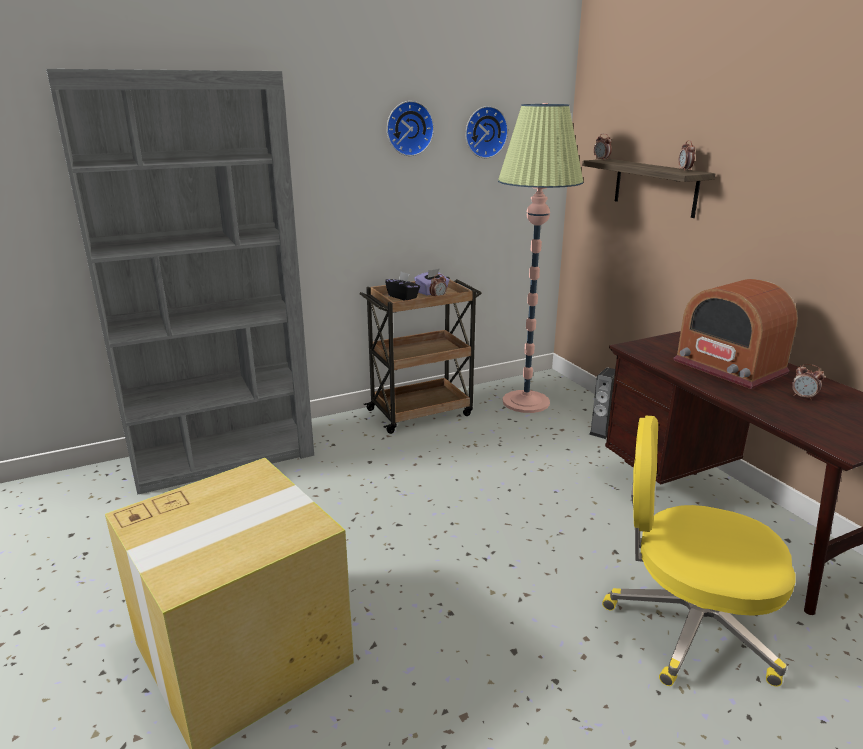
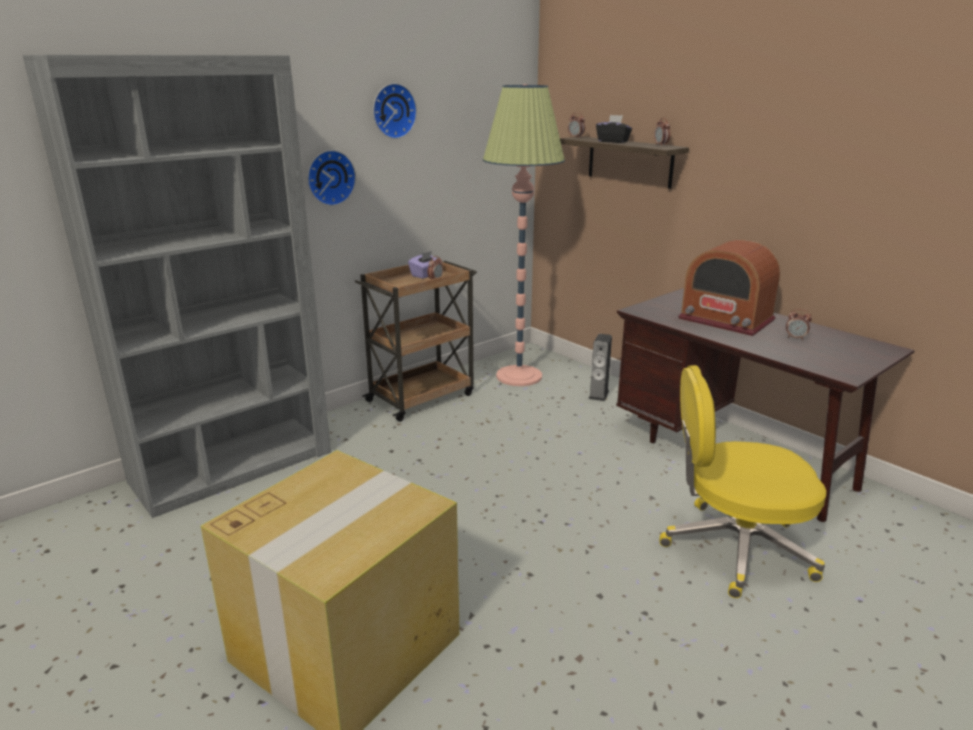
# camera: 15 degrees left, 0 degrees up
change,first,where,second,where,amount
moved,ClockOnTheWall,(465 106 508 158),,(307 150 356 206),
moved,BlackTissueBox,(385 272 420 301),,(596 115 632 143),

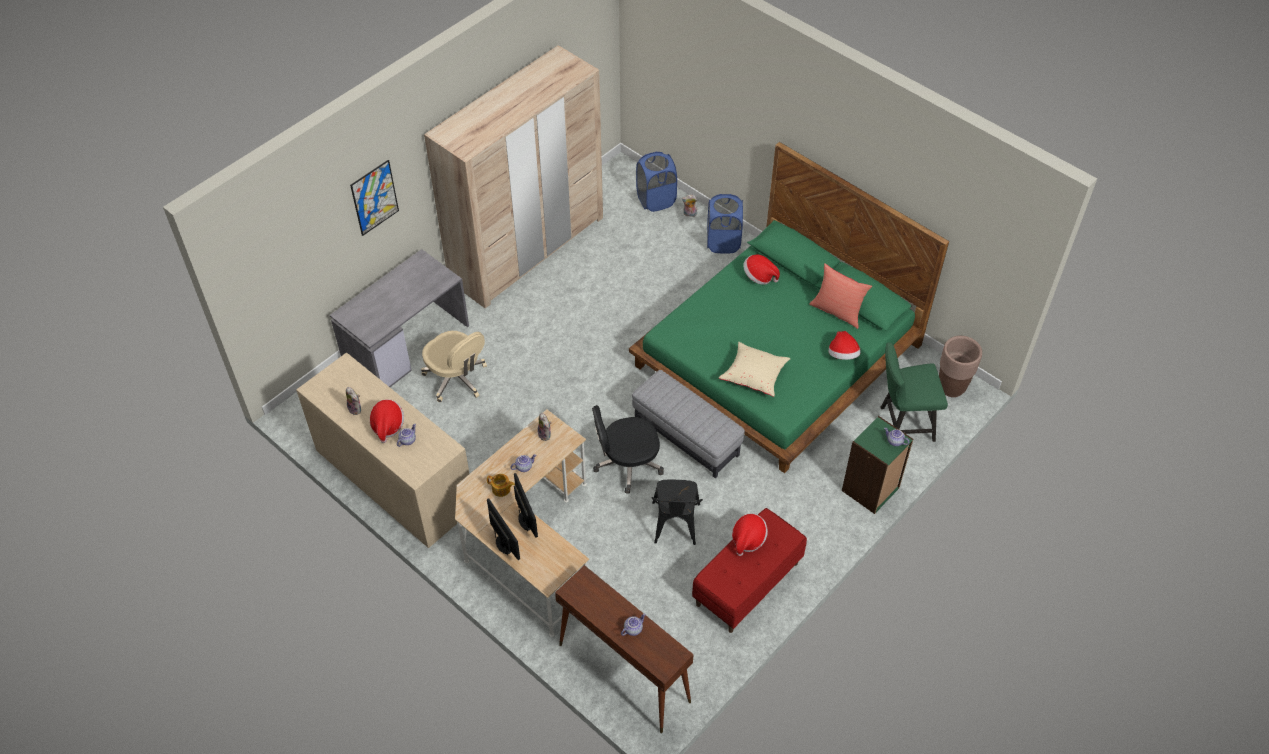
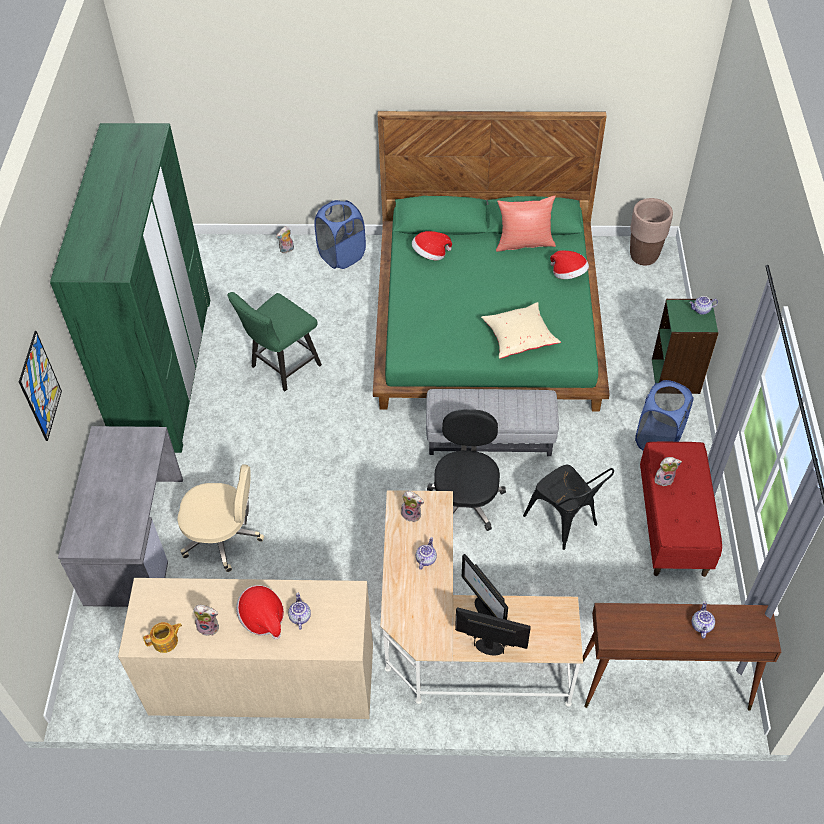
# camera: 40 degrees left, 0 degrees up
change,first,where,second,where,amount
recoloured,BeigeColouredClothesCupboard,(424 45 603 308),GreenColouredClothesCupboard,(50 123 210 453),
moved,BlueHamper,(636 152 677 212),,(635 380 694 450),
moved,GreenColouredChair,(880 342 948 442),,(227 292 322 391),
turned,BlackOfficeChair,(592 405 664 494),,(427 409 506 531),150 degrees clockwise
turned,ComputerScreen,(514 473 538 538),,(462 554 508 620),150 degrees counterclockwise
moved,Teapot,(487 474 515 497),,(143 622 182 653),
replaced,WearableHat,(732 514 768 556),SoftToy,(654 457 682 487),

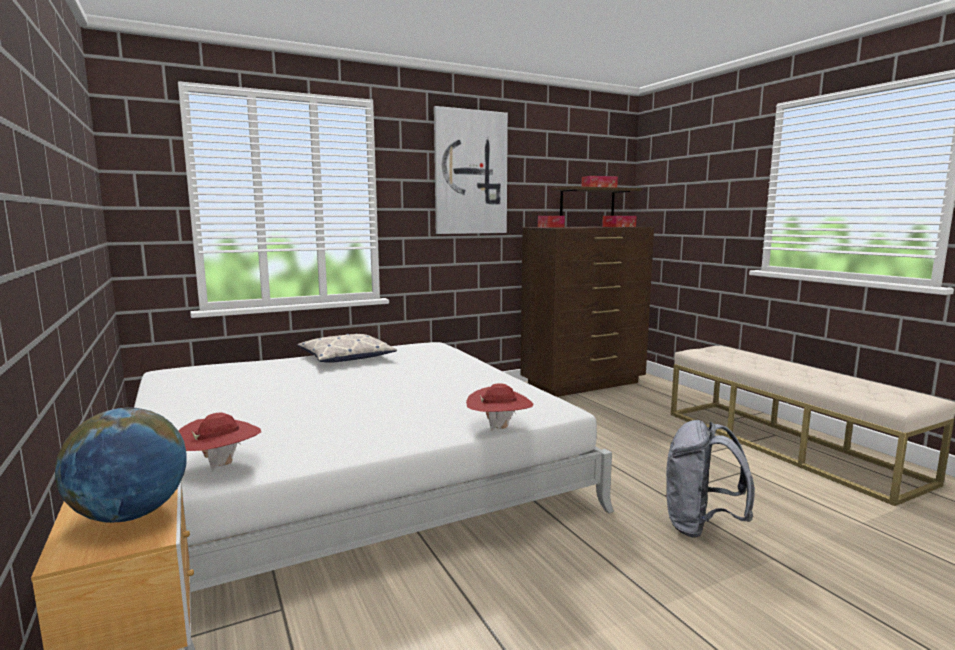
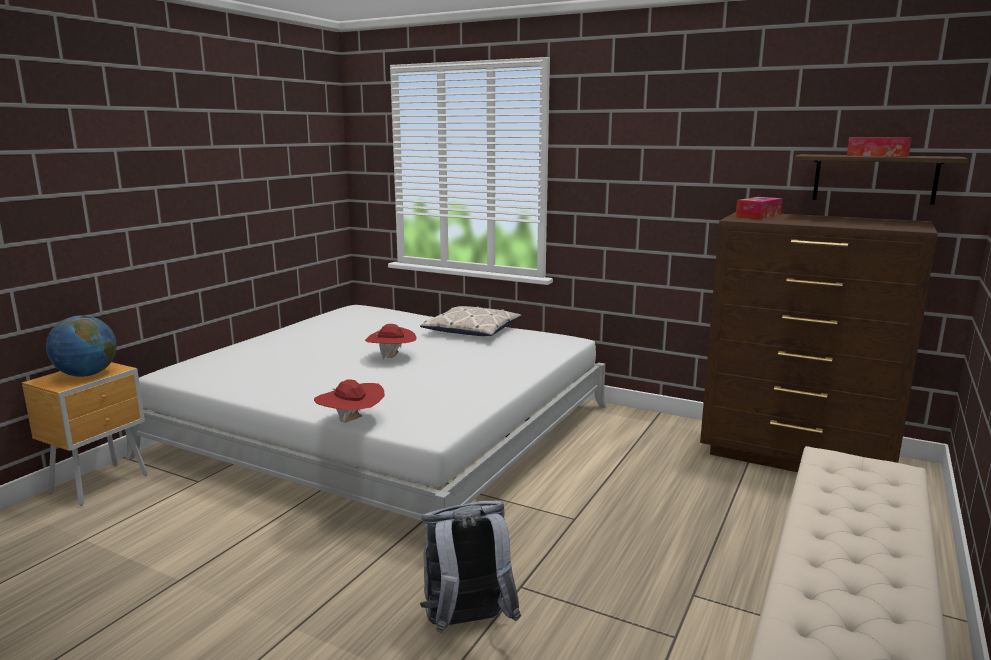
# camera: 55 degrees right, 5 degrees up
change,first,where,second,where,amount
removed,WallPicture,(434 106 508 234),,,
removed,TissueBox,(602 216 637 227),,,
moved,RedColouredWearableHat,(179 413 261 471),,(365 324 417 359),

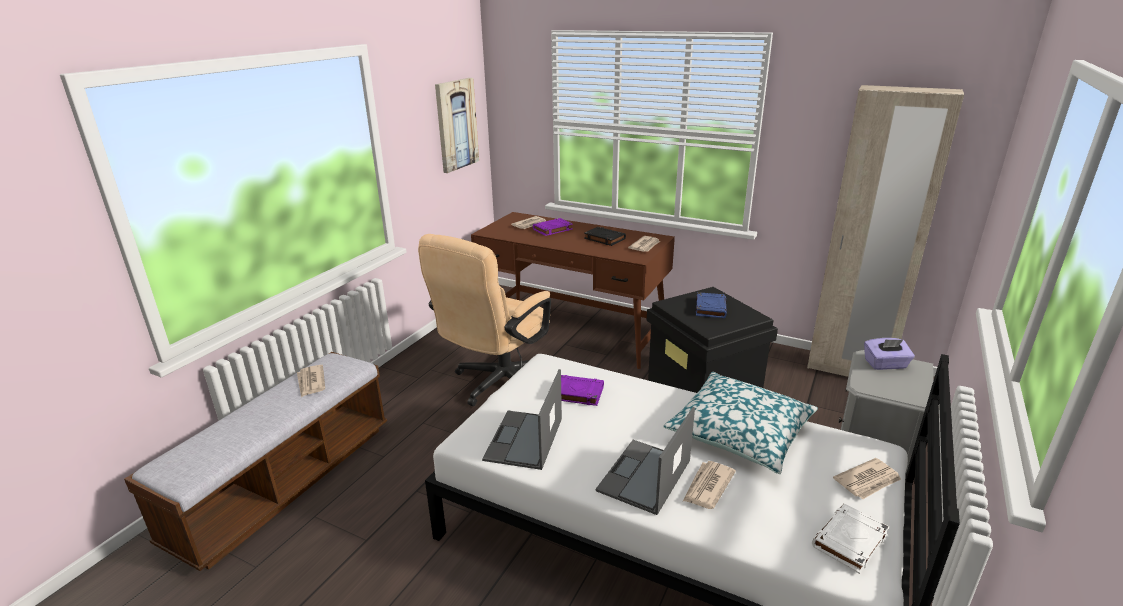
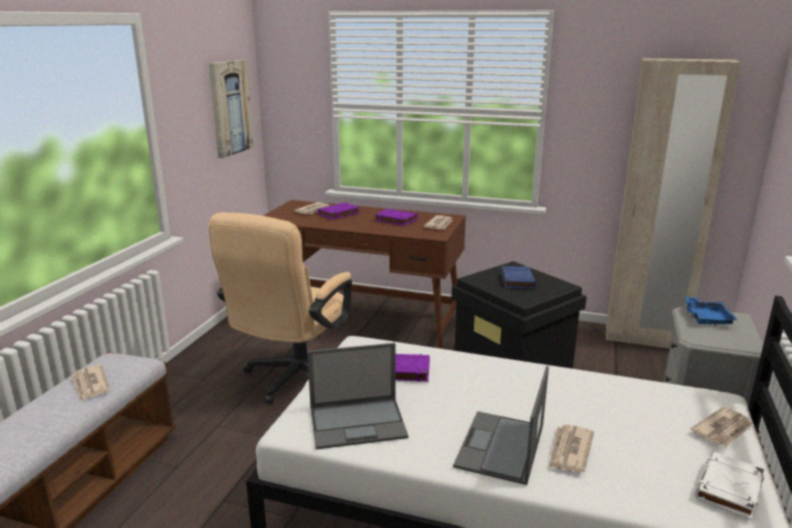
# camera: 10 degrees left, 5 degrees down
change,first,where,second,where,amount
recoloured,BlackBoundBook,(584 227 626 246),PurplishBoundBook,(374 209 418 226),
replaced,PurplishTissueBox,(864 338 915 370),BlueServingTray,(685 297 737 326),
turned,PortableComputer,(482 369 562 470),,(307 343 408 450),105 degrees counterclockwise
removed,Cushion,(663 372 818 474),,,

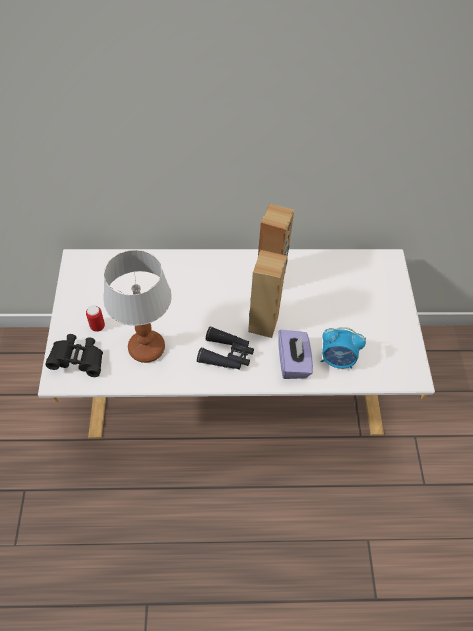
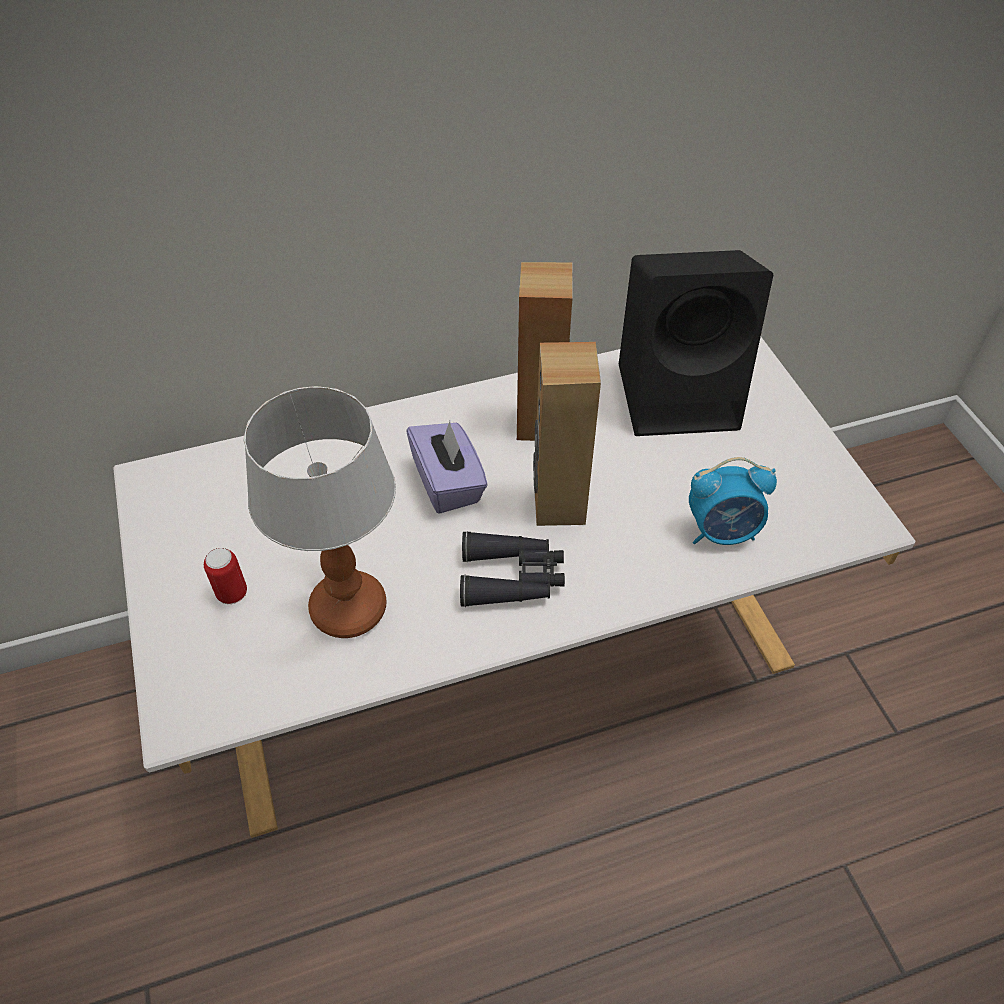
# camera: 15 degrees left, 5 degrees down
change,first,where,second,where,amount
moved,PurplishTissueBox,(278 329 313 379),,(406 421 488 514),
removed,BlackBinoculars,(45 334 103 377),,,
added,,,BlackLoudspeaker,(619 250 773 436),

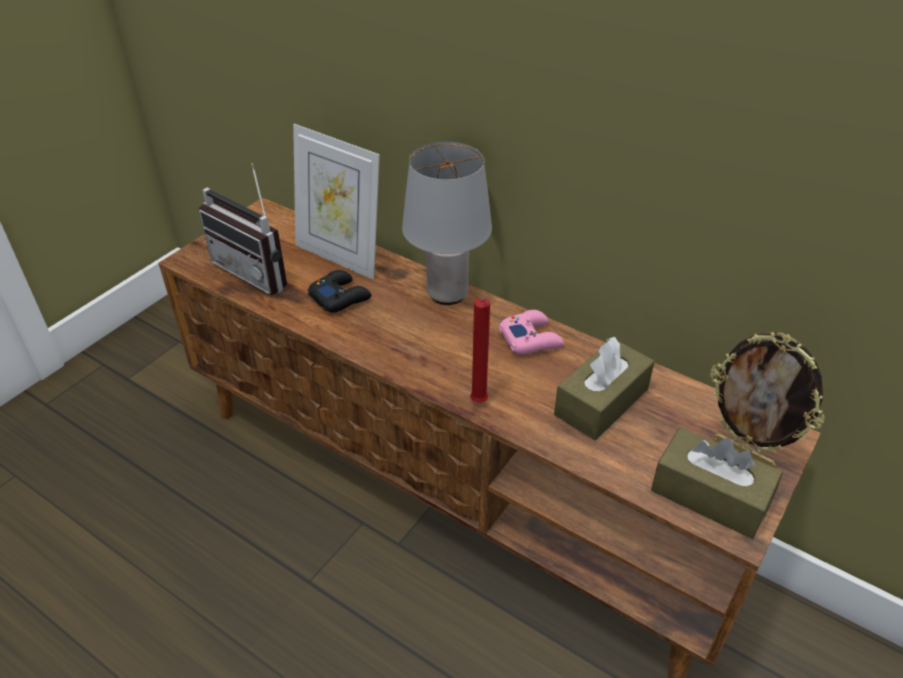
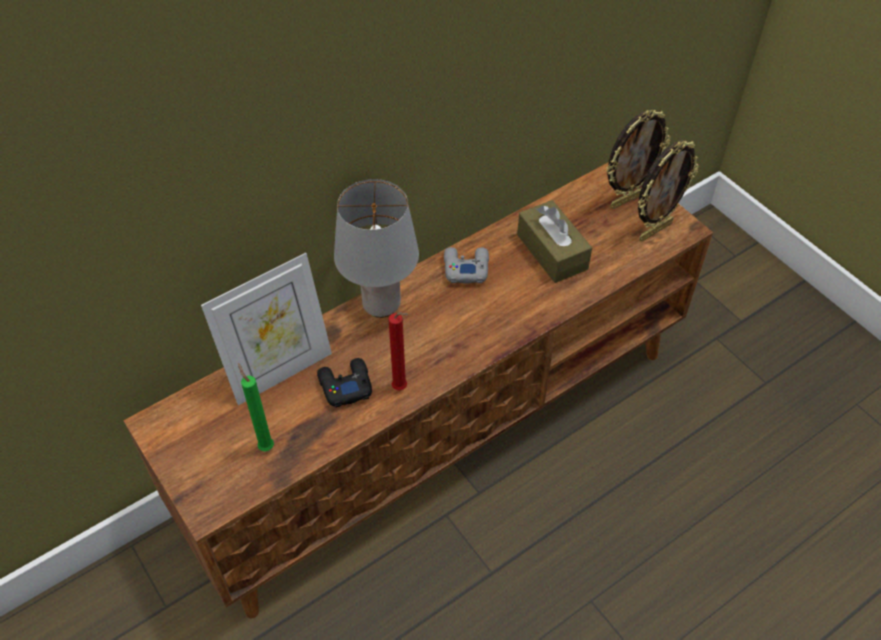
# camera: 70 degrees left, 10 degrees up
change,first,where,second,where,amount
replaced,Radio,(199 163 287 295),GreenColouredCandle,(238 363 274 451),
moved,RedColouredCandle,(470 298 490 403),,(389 312 408 390),
recoloured,PinkColouredGameController,(499 310 564 355),GrayGameController,(444 247 489 284),
replaced,BrownTissueBox,(651 427 783 539),StandingFrame,(638 140 699 241),

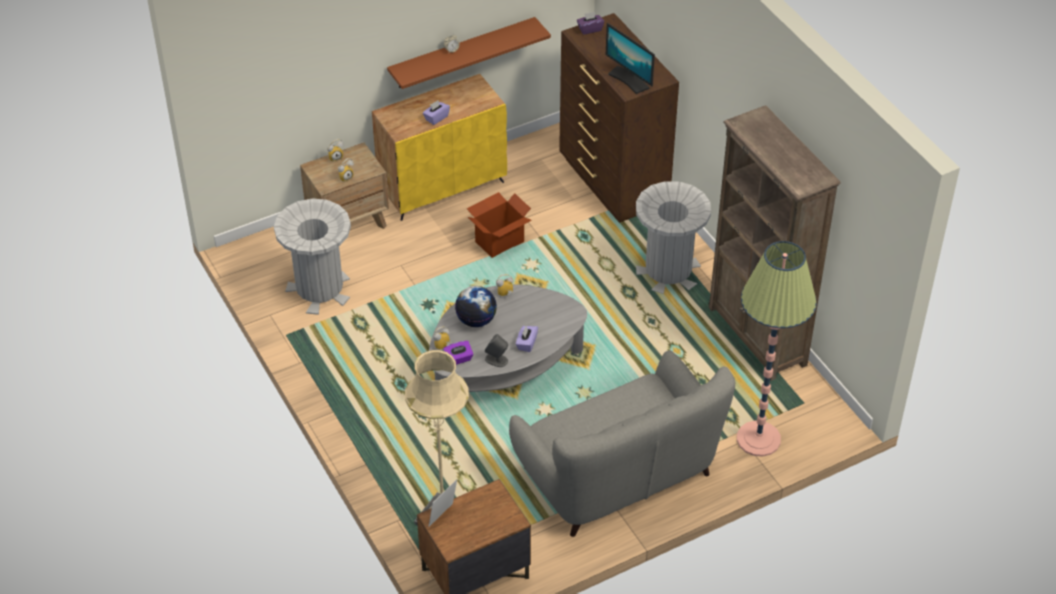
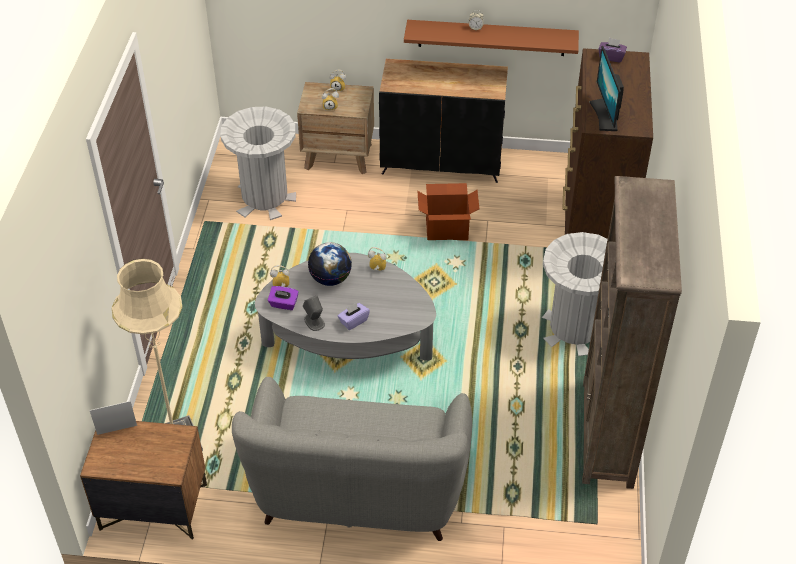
# camera: 35 degrees right, 0 degrees up
change,first,where,second,where,amount
recoloured,YellowishCupboard,(372 74 507 221),BlackCupboard,(379 59 508 183),
removed,PurplishTissueBox,(423 101 450 125),,,
removed,StandingLamp,(737 241 817 457),,,

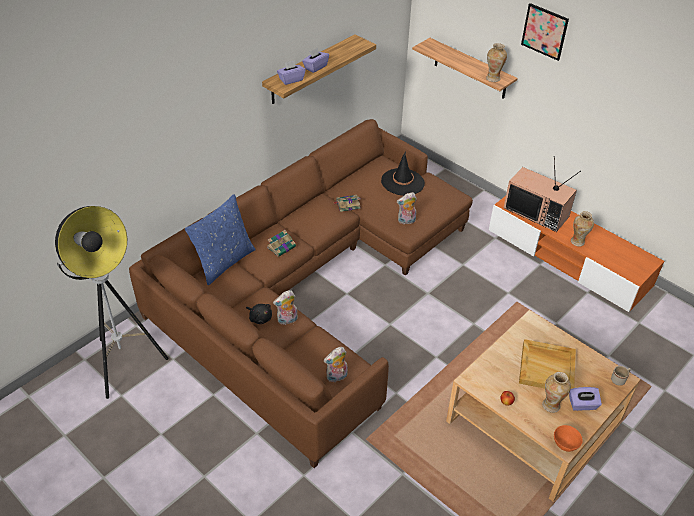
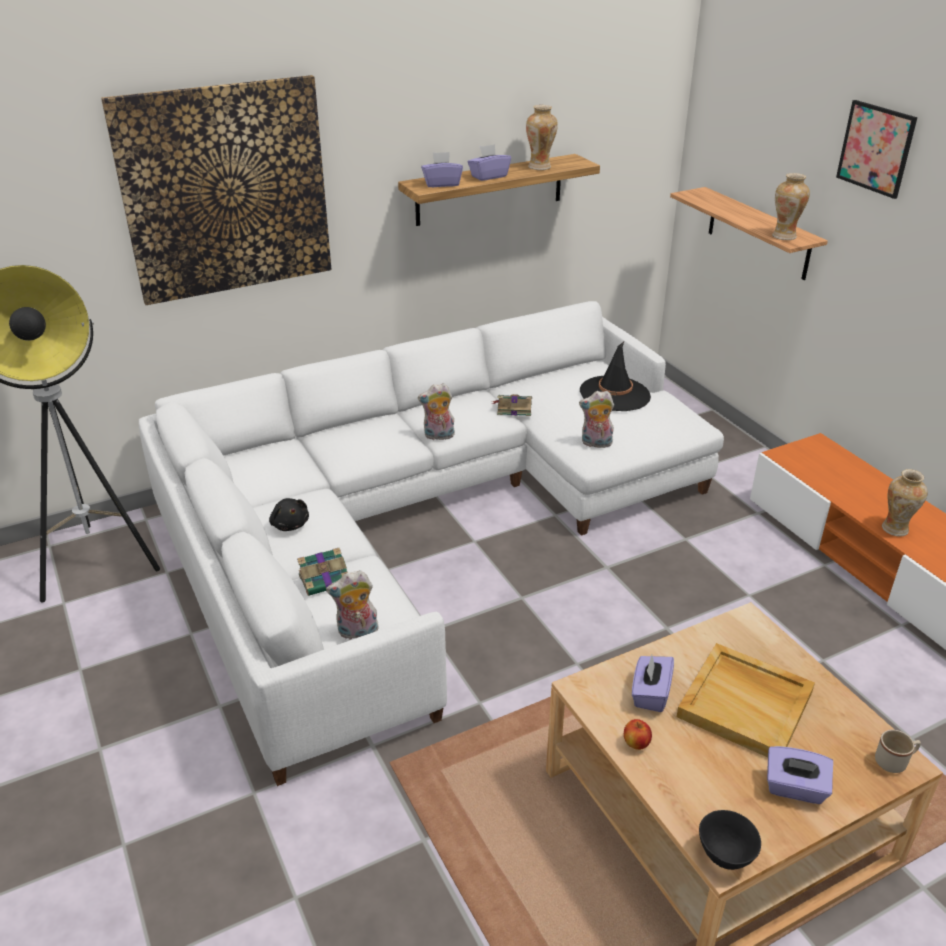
# camera: 20 degrees right, 10 degrees down
change,first,where,second,where,amount
recoloured,BrownSettee,(129 119 473 468),WhiteSettee,(139 301 724 786),
removed,Television,(504 156 581 232),,,
removed,BlueCushion,(185 194 256 285),,,
moved,BoundBook,(267 230 297 257),,(297 548 348 596),
moved,SoftToy,(273 290 298 325),,(418 383 455 440),
moved,Vase,(542 372 571 413),,(526 105 558 170),
recoloured,OrangeColouredBowl,(554 425 583 452),BlackBowl,(699 810 761 870),
added,,,WallPicture,(101 75 332 305),
added,,,PurplishTissueBox,(632 654 674 712),

